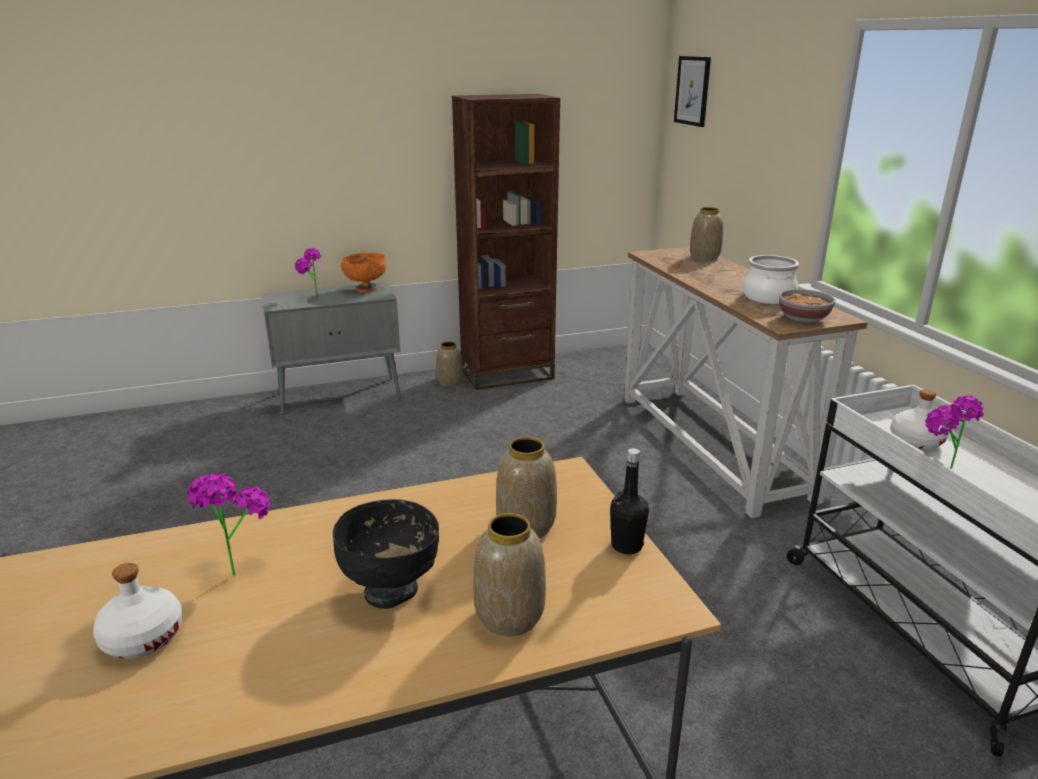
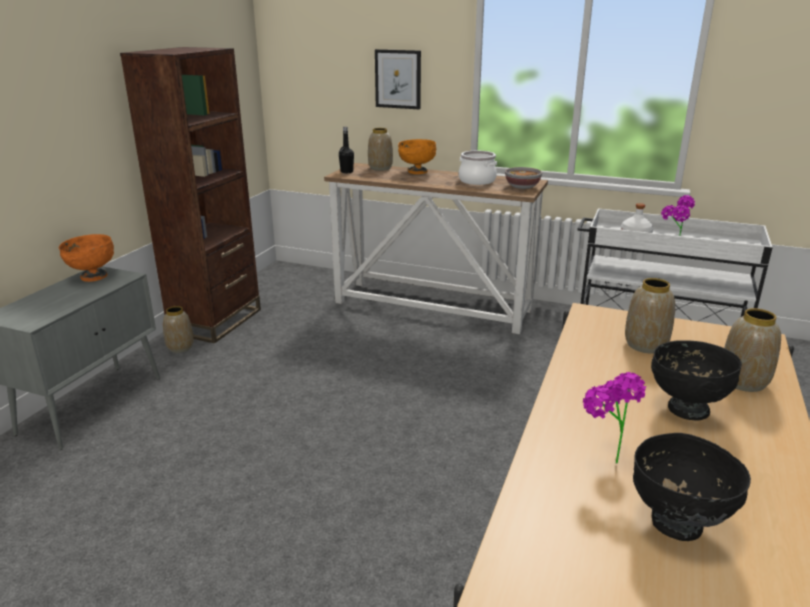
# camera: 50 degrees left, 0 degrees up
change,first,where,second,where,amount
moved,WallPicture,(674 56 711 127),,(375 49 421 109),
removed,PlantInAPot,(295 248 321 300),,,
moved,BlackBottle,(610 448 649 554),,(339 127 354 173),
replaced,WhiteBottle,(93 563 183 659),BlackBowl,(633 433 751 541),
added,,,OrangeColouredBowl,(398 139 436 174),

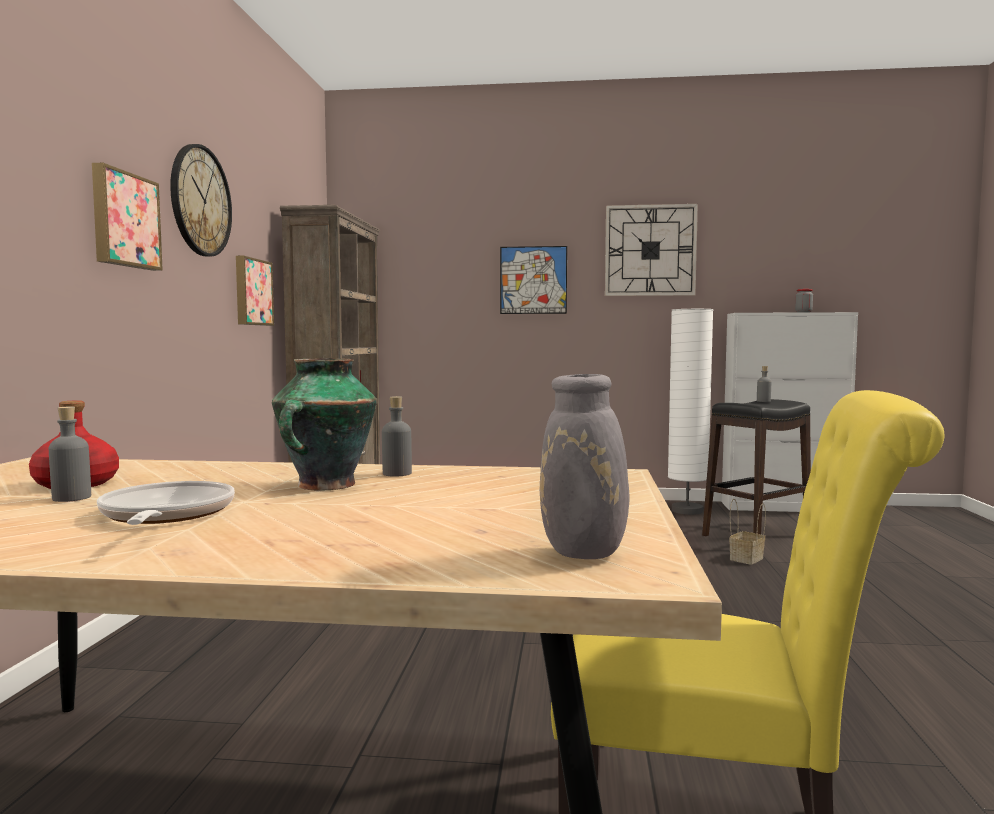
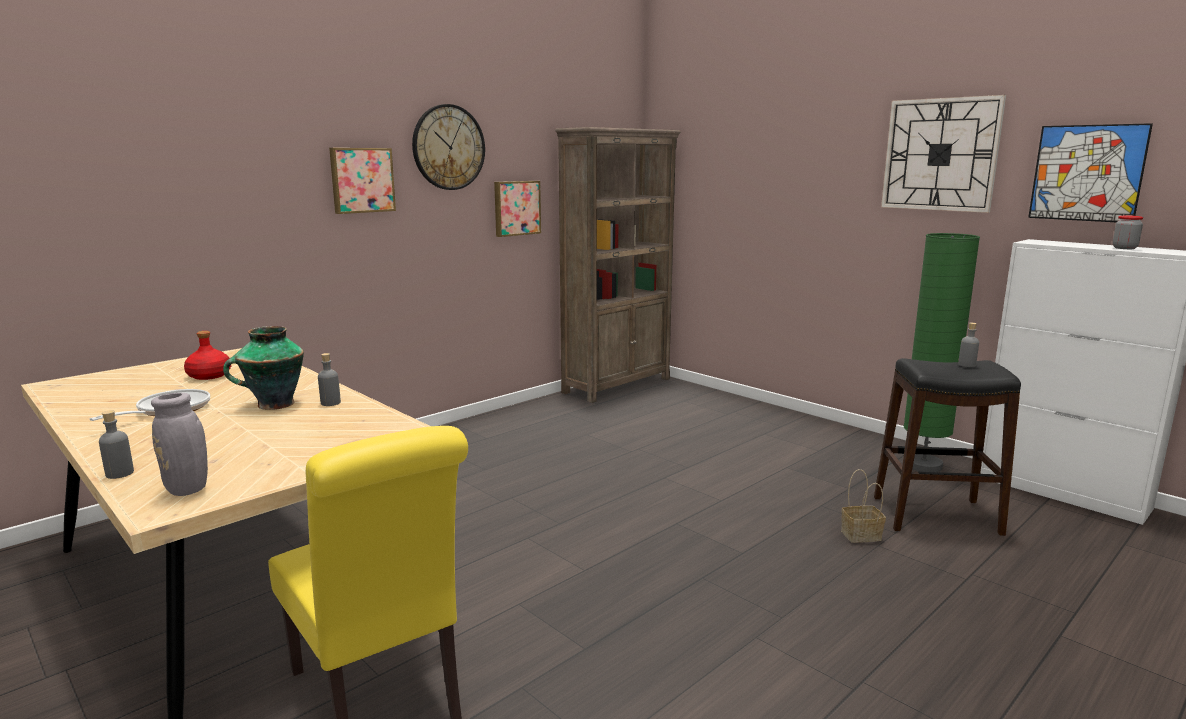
# camera: 40 degrees right, 10 degrees up
change,first,where,second,where,amount
moved,WallPicture,(500 246 567 314),,(1028 123 1153 222),
recoloured,WhiteStandingLamp,(668 309 713 515),GreenColouredStandingLamp,(904 233 980 472),
moved,GrayBottle,(49 407 91 502),,(99 410 134 479),

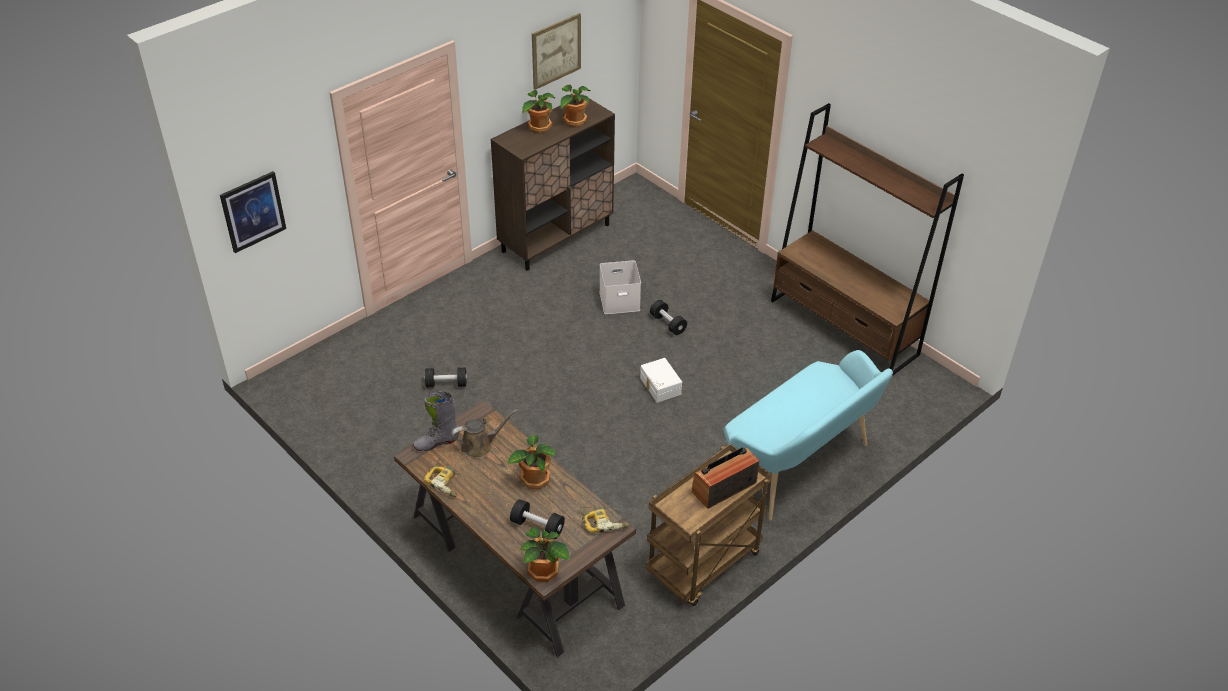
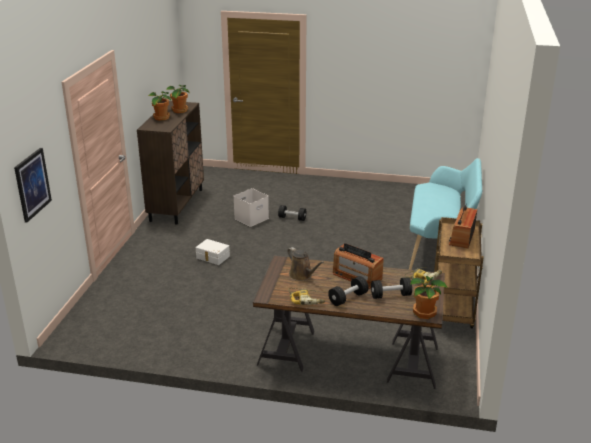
# camera: 35 degrees left, 15 degrees down
change,first,where,second,where,amount
removed,WallPicture,(532 13 581 90),,,
removed,BrownShelvingUnit,(771 103 964 376),,,
moved,WhiteStorageContainer,(640 358 682 403),,(196 239 230 265),
moved,BlackDumbbell,(425 367 467 388),,(328 276 369 306),
removed,GrayHighTopBoot,(413 391 459 451),,,
turned,BrownWateringCan,(451 409 518 458),,(287 247 324 281),105 degrees clockwise
replaced,PlantInAPot,(507 435 555 489),Radio,(333 243 384 289),

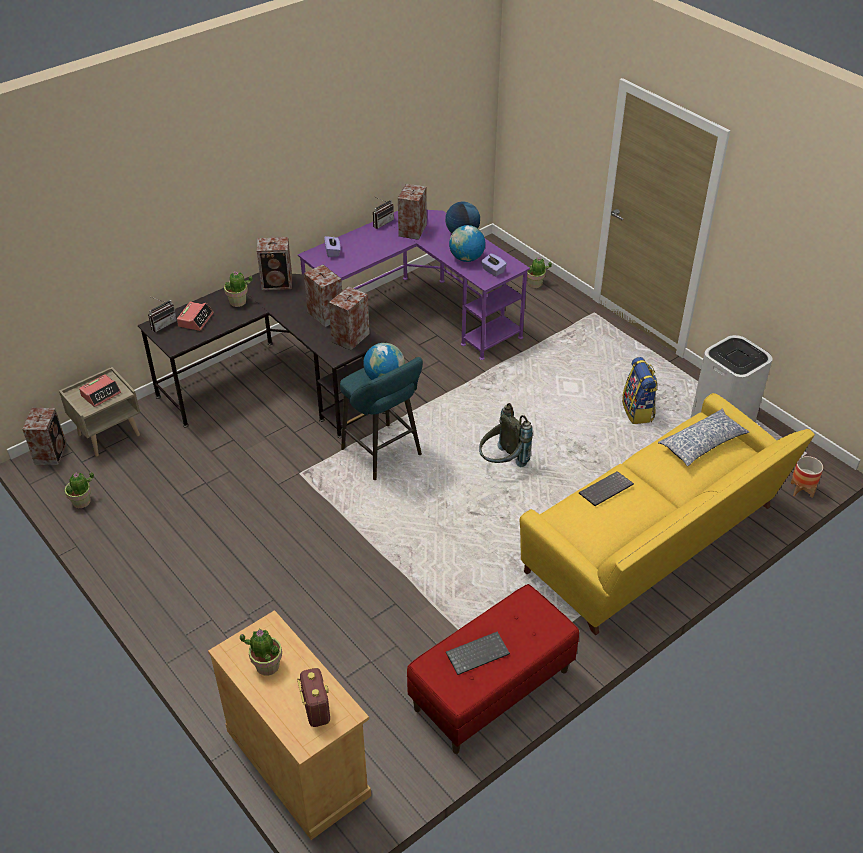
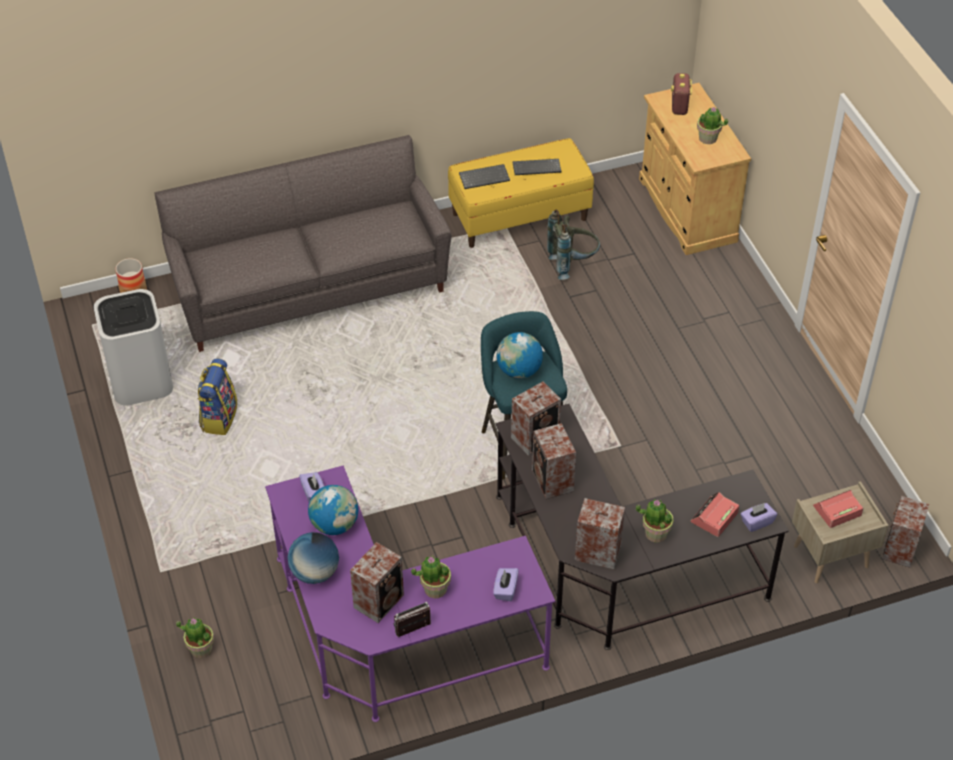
# camera: 160 degrees left, 5 degrees up
change,first,where,second,where,amount
replaced,Radio,(148 297 177 332),PurplishTissueBox,(741 503 777 532),
recoloured,YellowishSettee,(520 393 815 635),GraySettee,(154 135 452 352),
moved,GrayBackpack,(479 403 533 467),,(547 209 600 280),
removed,Cushion,(658 408 749 466),,,
moved,ComputerKeyboard,(579 471 634 506),,(459 164 510 189),
moved,PlantInAPot,(65 472 94 508),,(411 556 451 599),
recoloured,RedColouredIndoorBench,(407 584 579 754),YellowishIndoorBench,(448 138 594 248),

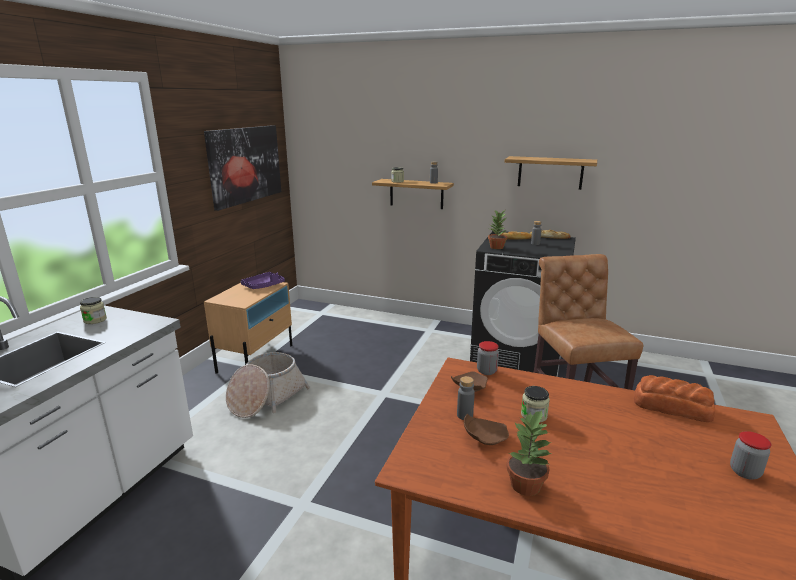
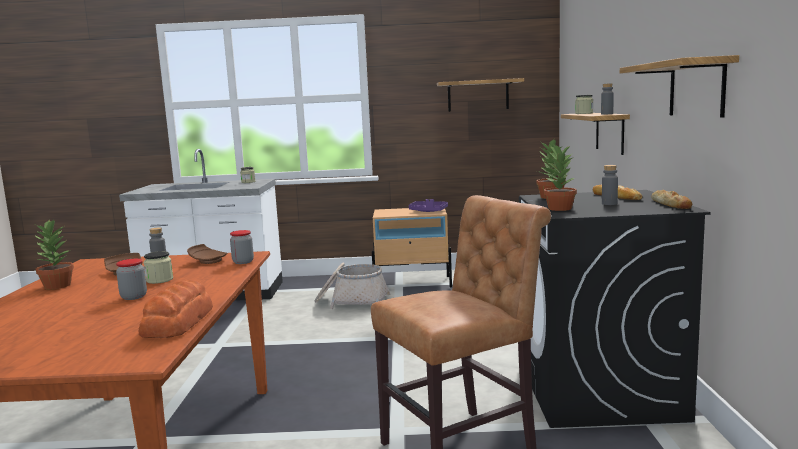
# camera: 70 degrees right, 10 degrees down
change,first,where,second,where,amount
replaced,WallPicture,(204 125 281 211),BracketShelf,(437 78 524 112),
moved,StorageJar,(730 431 771 480),,(116 259 147 300),
added,,,PlantInAPot,(544 144 577 211),

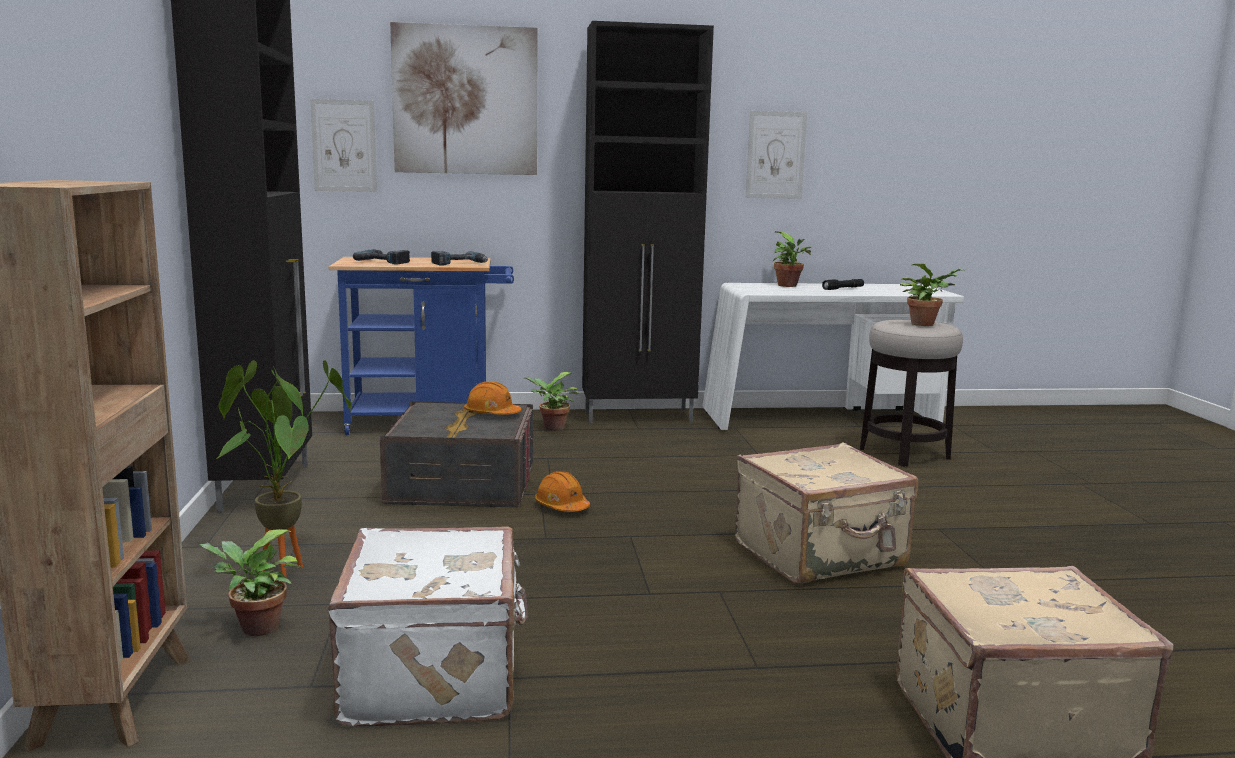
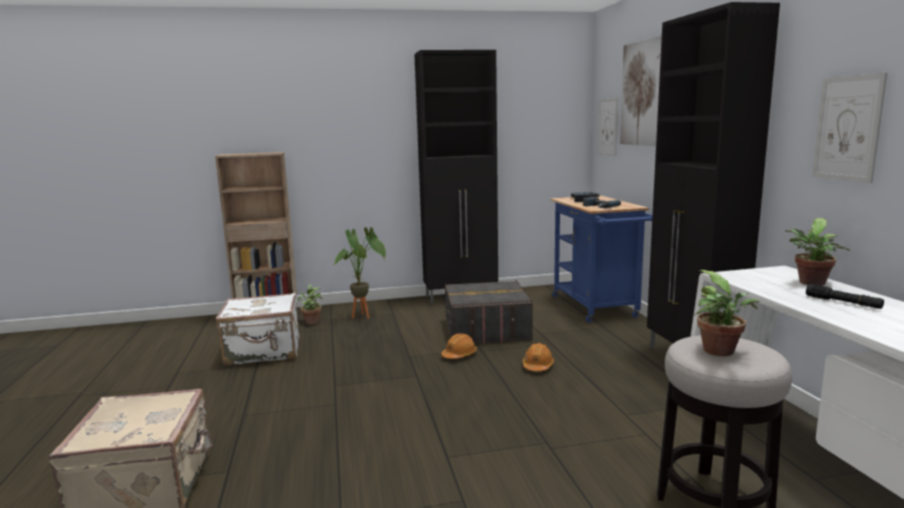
# camera: 85 degrees right, 0 degrees up
change,first,where,second,where,amount
removed,PlantInAPot,(523 372 579 431),,,
moved,OrangeColouredWorkHelmet,(464 381 521 415),,(523 343 554 371),
removed,BeigeColouredTravelCase,(735 442 918 584),,,

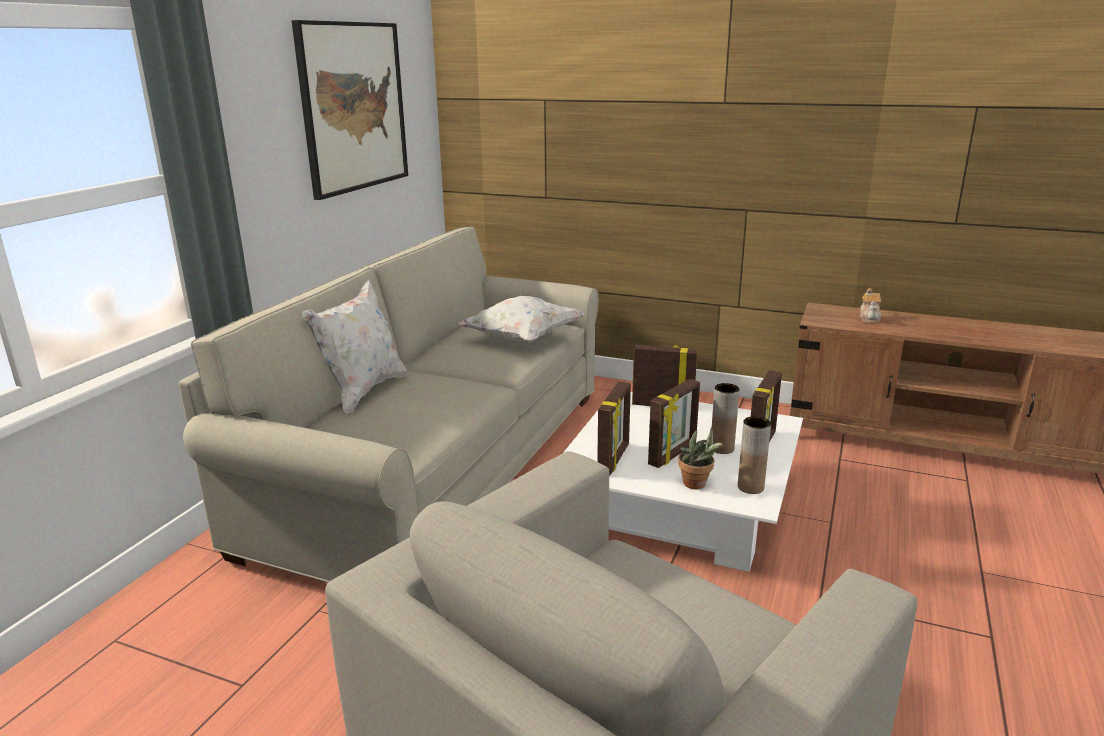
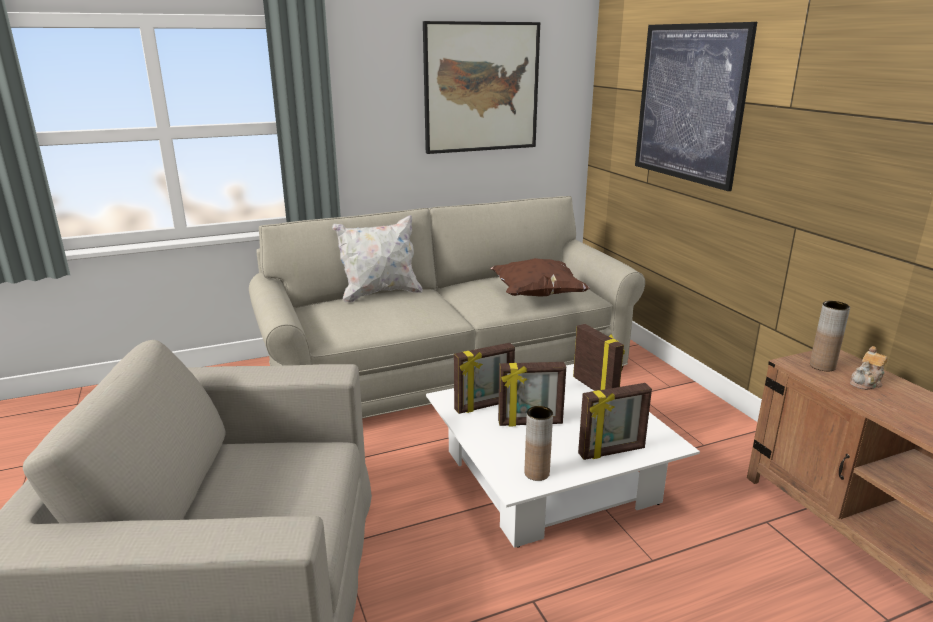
# camera: 45 degrees right, 0 degrees up
change,first,where,second,where,amount
recoloured,WhiteCushion,(458 296 585 343),BrownCushion,(490 258 590 297),
moved,BrownVase,(712 383 740 454),,(810 301 850 371),
removed,PlantInAPot,(678 427 723 489),,,
added,,,WallPicture,(635 22 757 191),

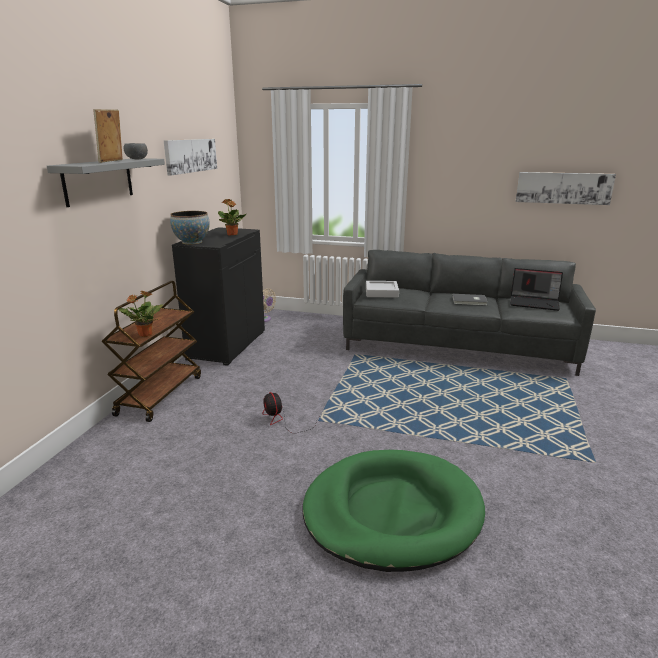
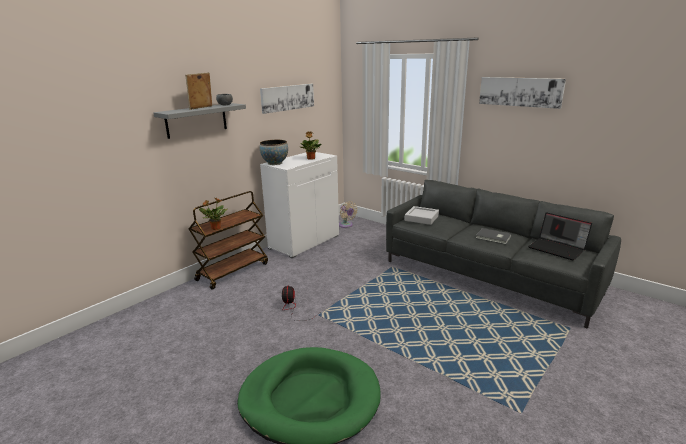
# camera: 25 degrees right, 0 degrees up
change,first,where,second,where,amount
moved,WallPicture,(515 172 616 205),,(479 77 566 109),
recoloured,BlackCupboard,(172 227 265 366),WhiteCupboard,(260 152 339 258),

